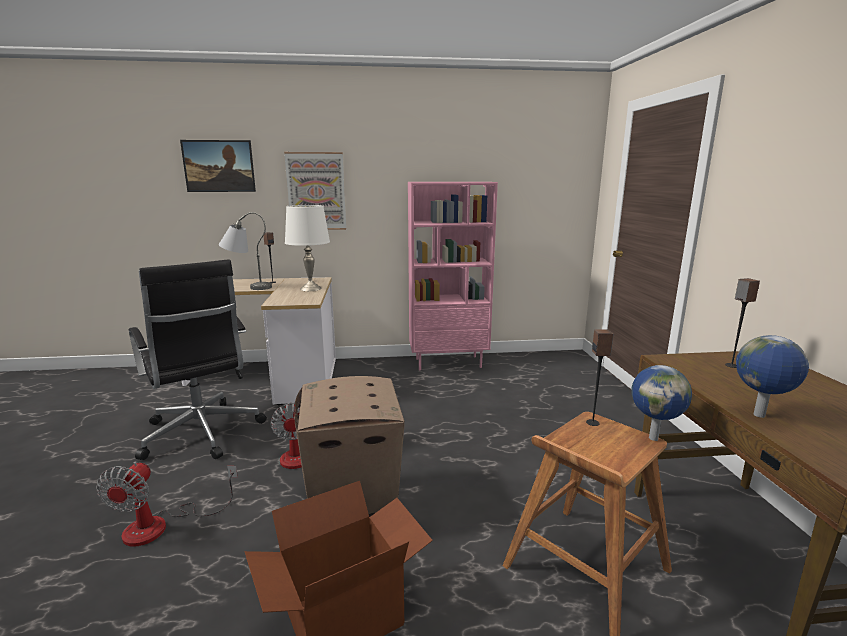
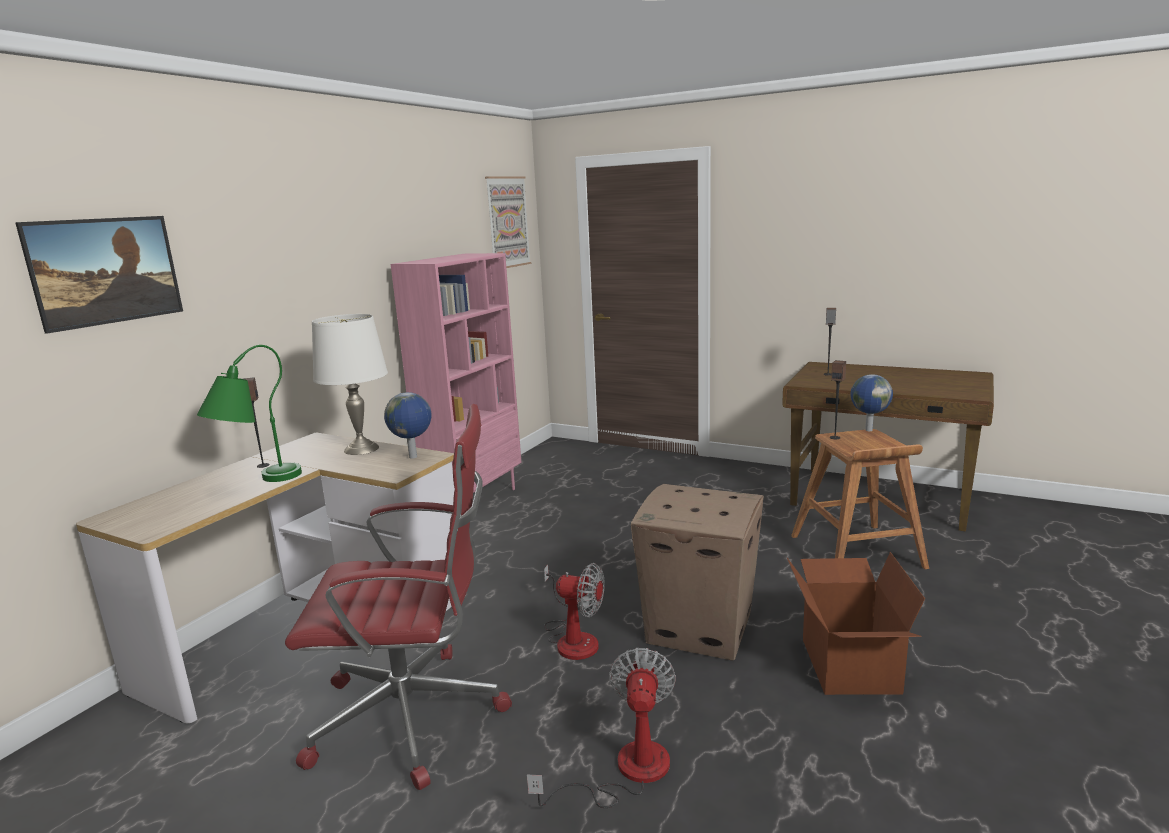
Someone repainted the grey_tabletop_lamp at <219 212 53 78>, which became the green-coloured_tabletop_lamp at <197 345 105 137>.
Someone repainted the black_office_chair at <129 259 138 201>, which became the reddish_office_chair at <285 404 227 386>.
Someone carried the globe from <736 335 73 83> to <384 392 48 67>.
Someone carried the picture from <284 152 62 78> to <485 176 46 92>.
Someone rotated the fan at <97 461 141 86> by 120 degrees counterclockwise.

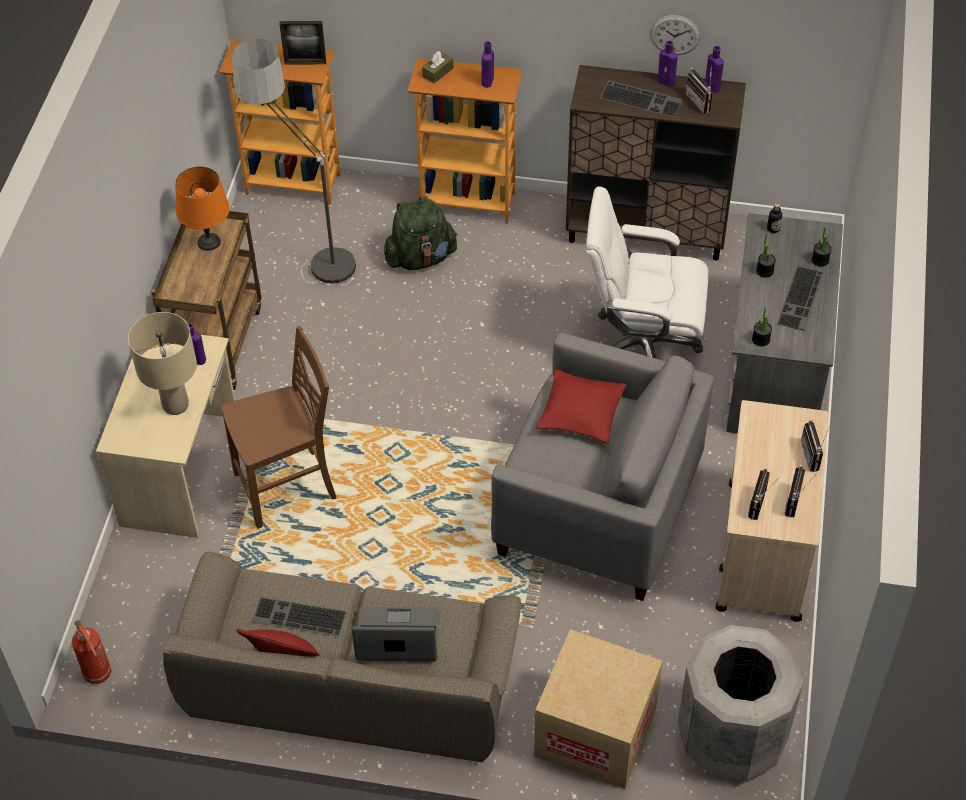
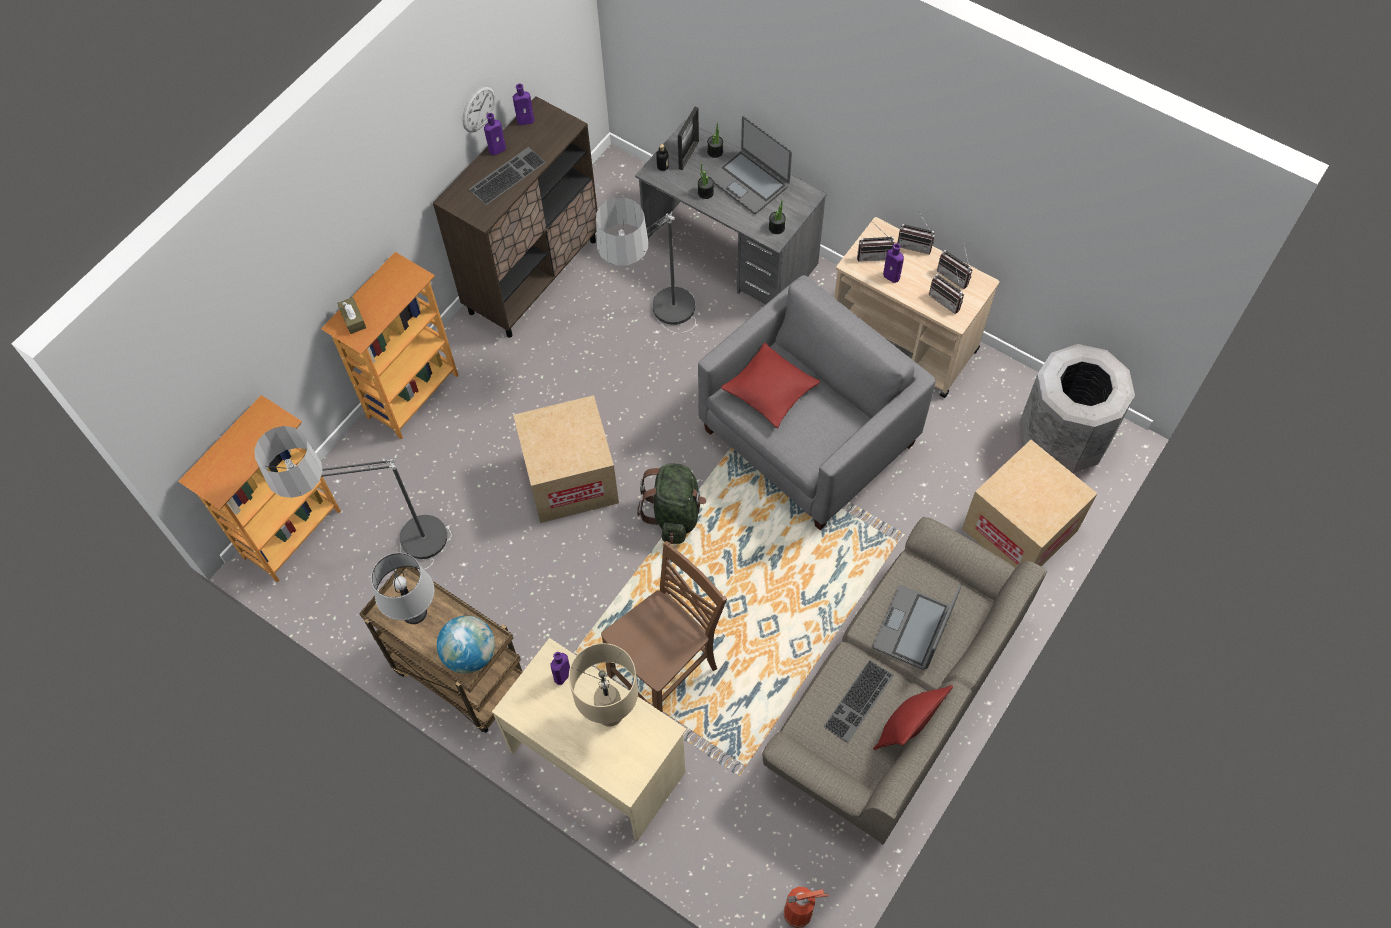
Someone repainted the orange_tabletop_lamp at <175 166 55 85>, which became the grey_tabletop_lamp at <371 553 64 71>.
Someone put down the globe at <437 616 58 58>.
Someone put down the packing_box at <513 395 106 128>.
Someone swapped the whitish_office_chair at <586 186 122 173> for the floor_lamp at <596 198 100 136>.
Someone rotated the brown_chair at <222 326 114 203> by 45 degrees clockwise.
Someone carried the green-coloured_rucksack from <384 196 74 74> to <637 463 69 81>.
Someone carried the standing_frame from <280 21 46 44> to <678 107 21 63>.
Someone swapped the keyboard at <777 266 47 65> for the notebook_computer at <708 116 84 98>.
Someone carried the radio from <685 64 28 50> to <857 223 37 39>.
Someone carried the purplish_beverage_bottle from <482 41 12 47> to <883 244 21 39>.

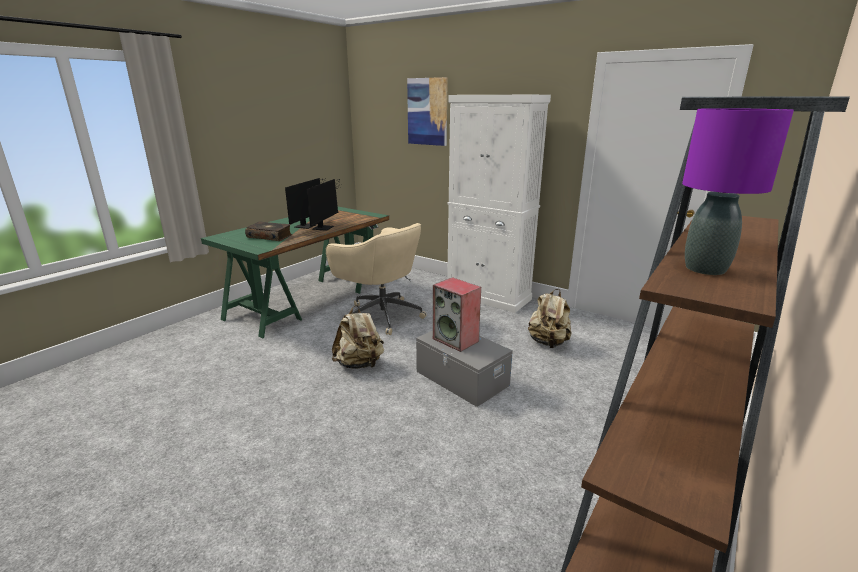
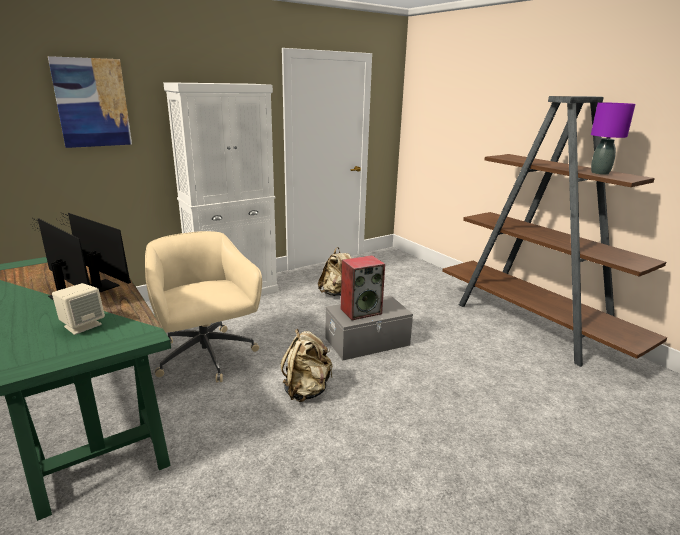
Someone swapped the book at <245 221 47 20> for the beige_loudspeaker at <52 283 53 52>.
Someone rotated the beige_office_chair at <326 223 101 112> by 90 degrees counterclockwise.

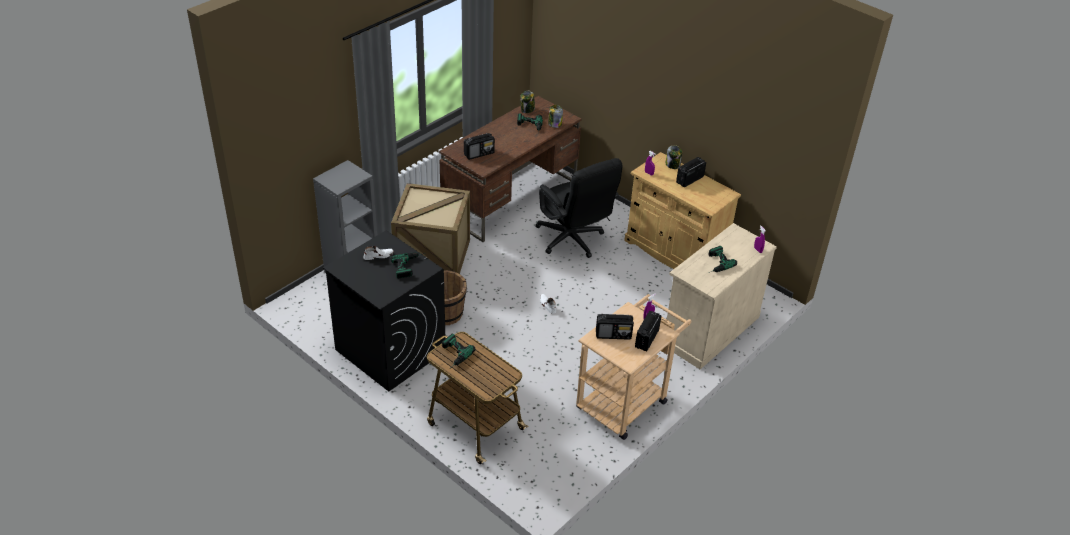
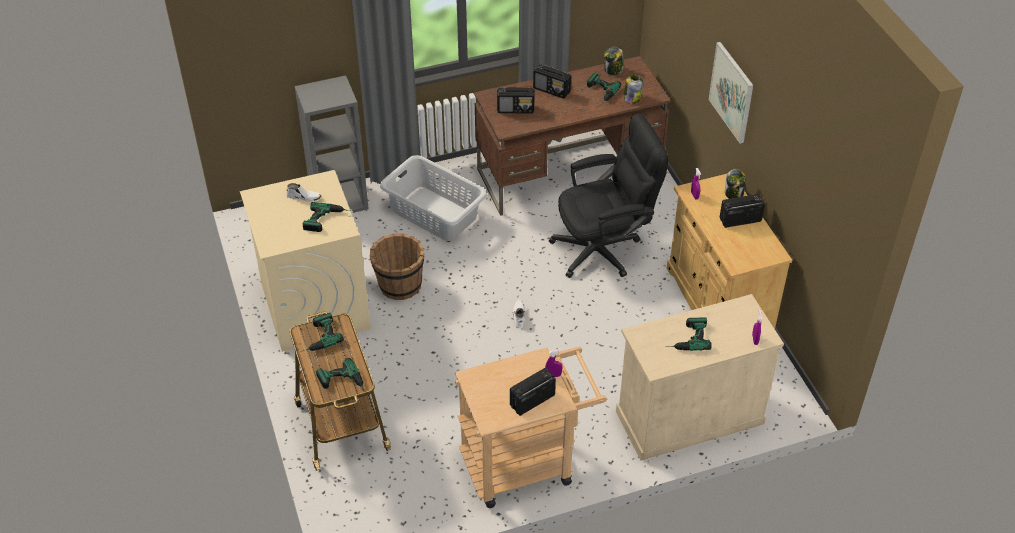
Someone repainted the black_laundry_appliance at <323 230 122 162>, which became the beige_laundry_appliance at <240 170 131 182>.
Someone put down the drill at <316 358 49 33>.
Someone swapped the shipping_crate at <391 183 79 91> for the grey_washing_basket at <380 155 107 86>.
Someone carried the radio from <596 313 38 27> to <533 64 38 35>.
Someone rotated the black_office_chair at <535 158 87 100> by 105 degrees counterclockwise.
Someone put up the picture at <709 42 44 102>.

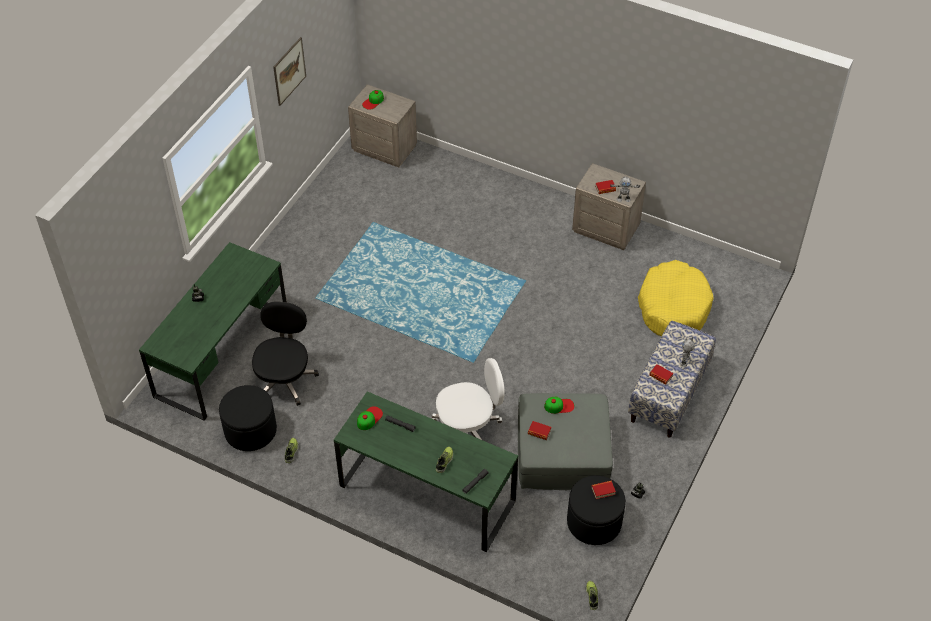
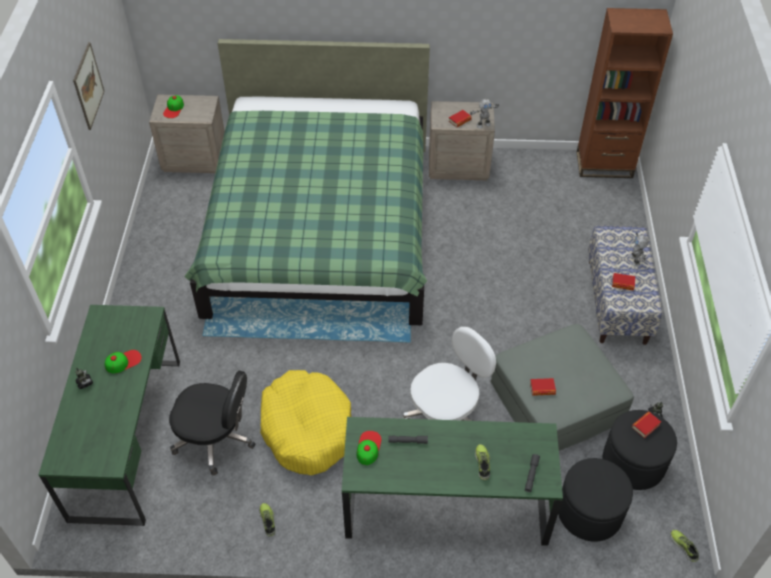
Someone carried the cap from <544 396 30 18> to <105 350 37 23>.
Someone rotated the black_office_chair at <252 301 67 105> by 120 degrees clockwise.
Someone put down the green-coloured_bedroom_bed at <184 39 246 286>.
Someone carried the yellow_dog_bed from <638 260 76 76> to <260 370 91 105>.
Someone carried the black_ottoman from <219 385 58 66> to <558 458 75 84>.
Someone put down the brown_bookcase at <577 8 96 170>.

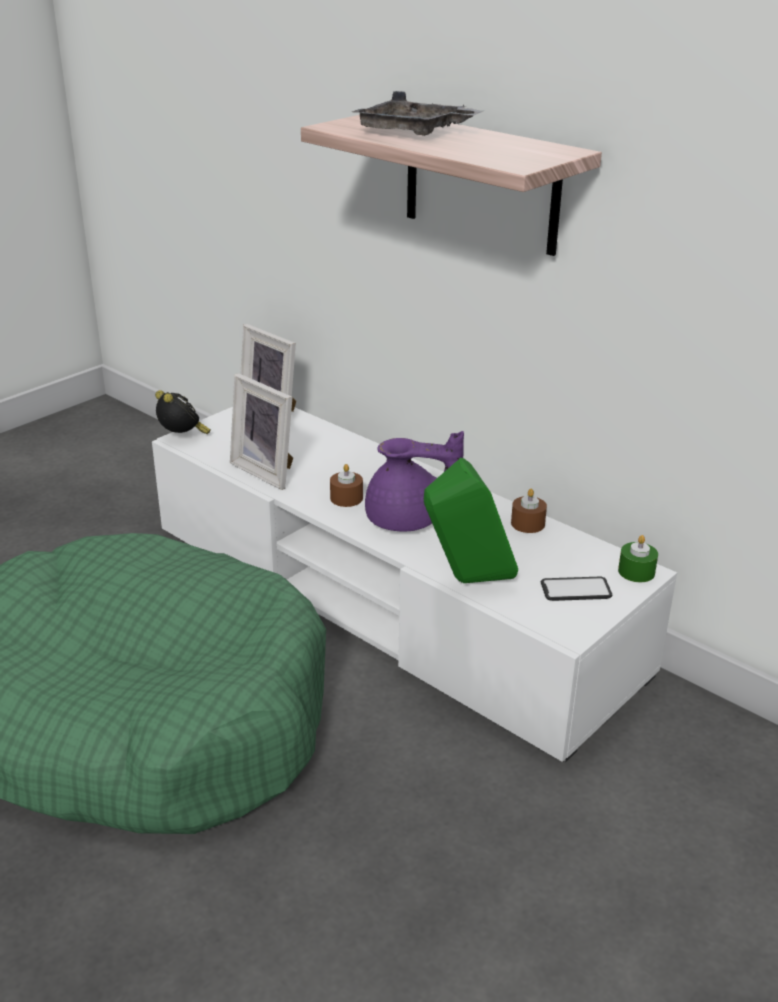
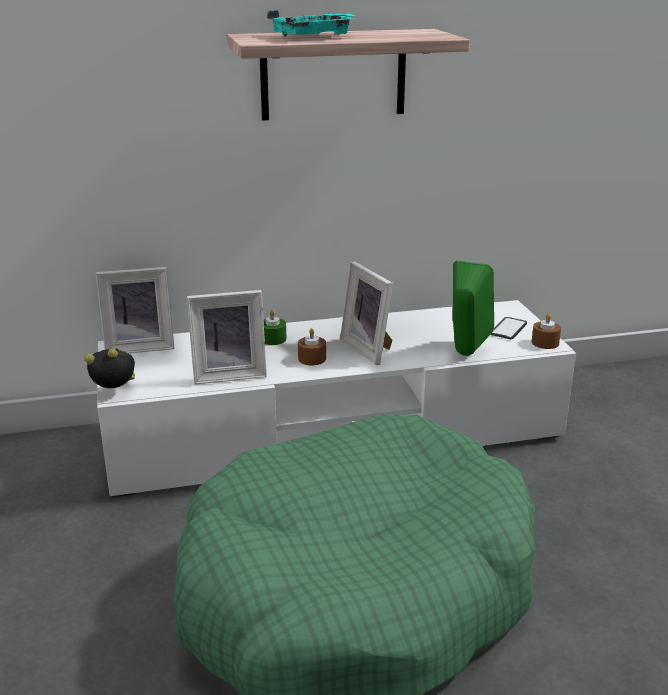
Someone carried the green-coloured_wax_light from <618 535 40 47> to <263 310 24 35>.
Someone repainted the grey_tray at <352 91 132 45>, which became the turquoise_tray at <267 10 91 27>.
Someone swapped the purplish_teapot at <365 431 99 101> for the standing_frame at <340 262 53 103>.
Someone carried the brown_wax_light from <511 489 36 44> to <532 313 29 36>.

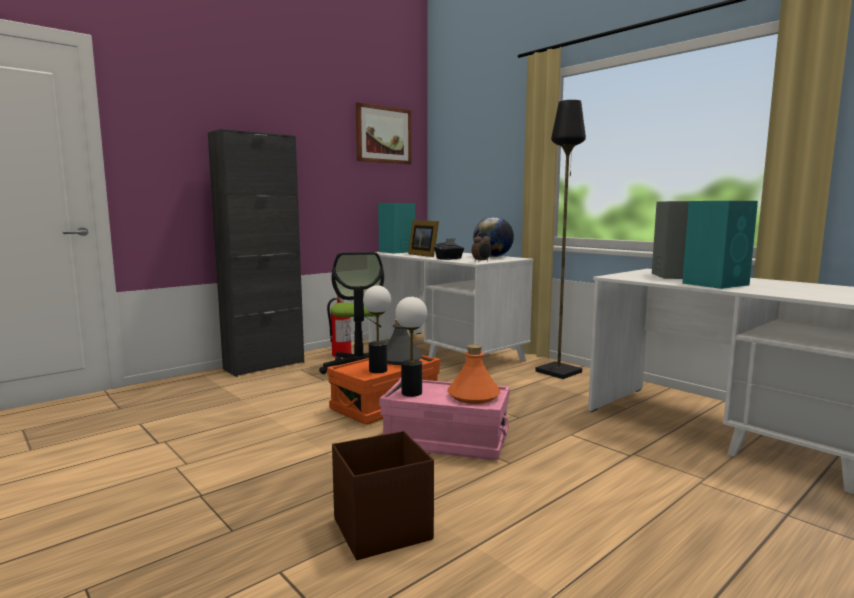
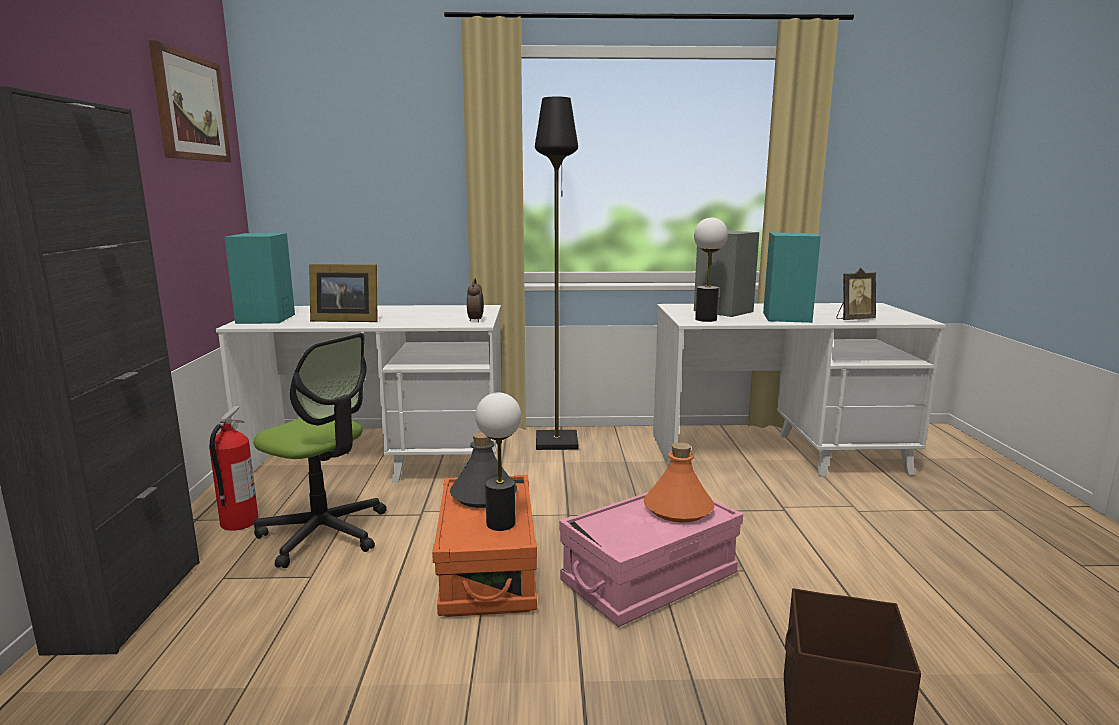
Someone carried the tabletop_lamp from <395 297 32 100> to <694 218 34 104>.
Someone put down the standing_frame at <836 268 40 52>.
Someone took away the black_box_of_tissues at <434 238 30 22>.
Someone took away the globe at <473 217 41 40>.

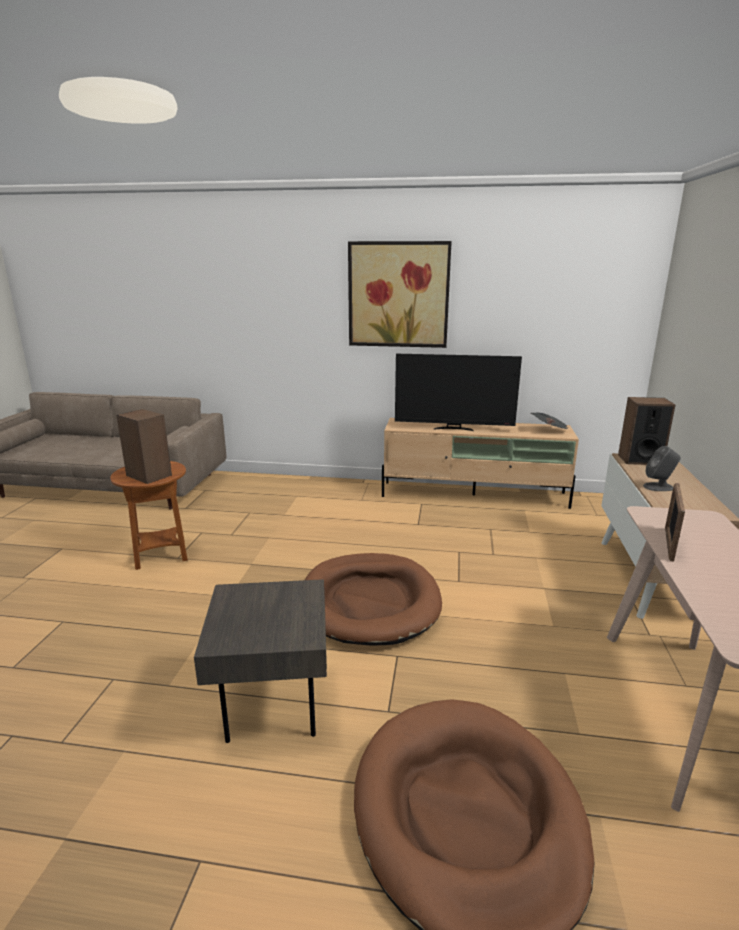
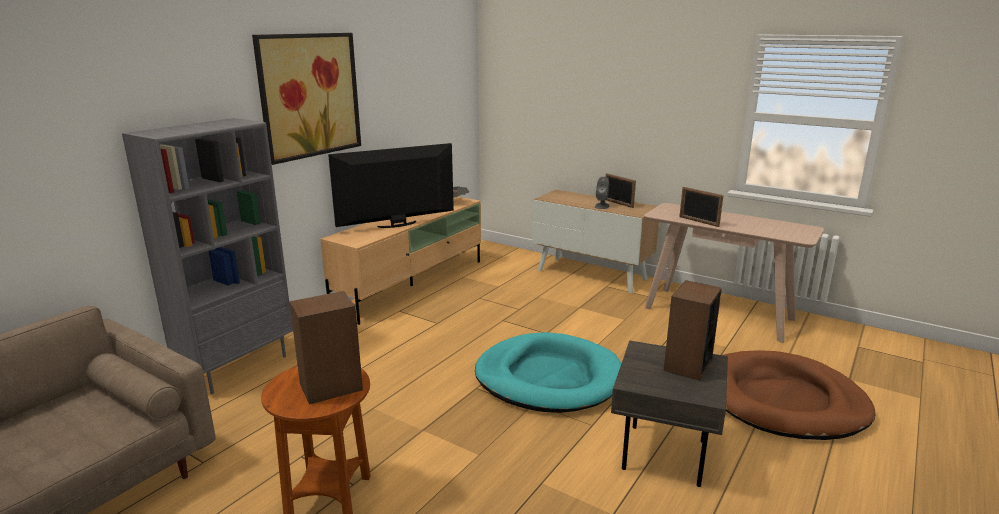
Someone put down the grey_bookcase at <122 118 171 276>.
Someone rotated the TV at <395 354 127 77> by 150 degrees counterclockwise.
Someone repainted the brown_dog_bed at <305 553 137 93>, which became the turquoise_dog_bed at <475 332 147 81>.
Someone put down the standing_frame at <606 174 30 34>.
Someone carried the loudspeaker from <618 397 57 68> to <664 280 58 101>.

